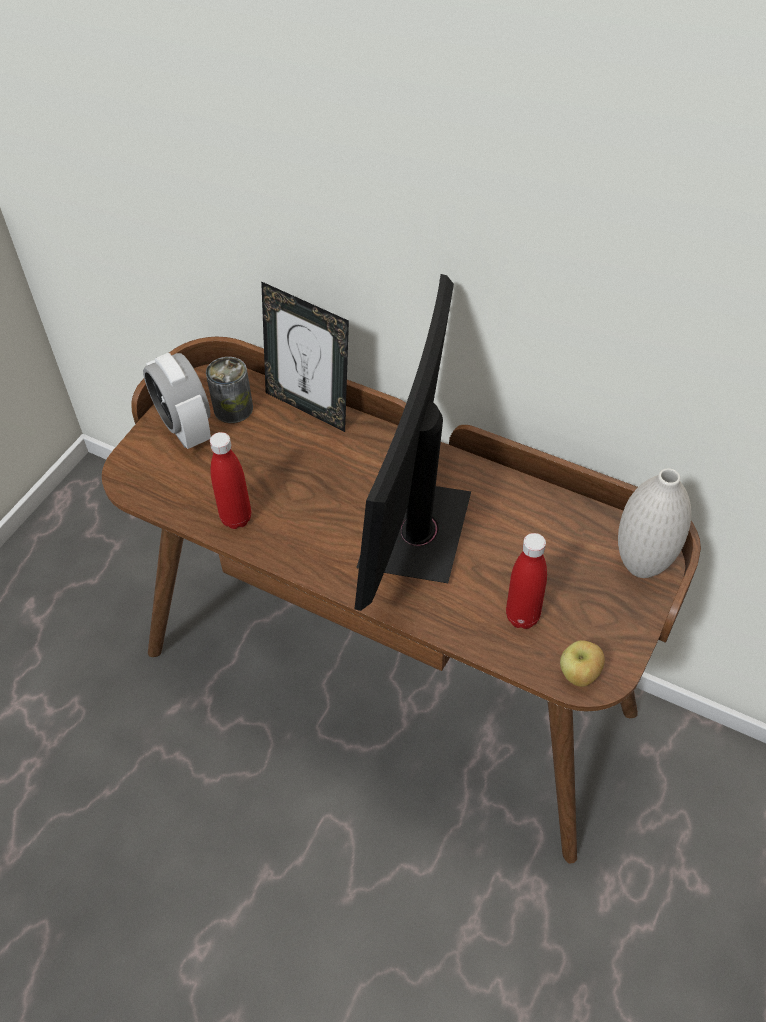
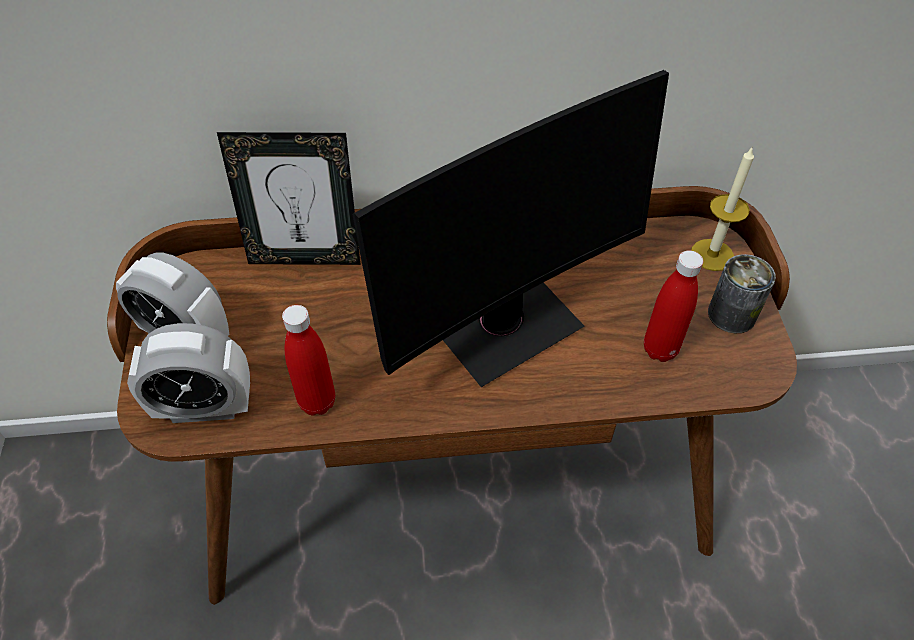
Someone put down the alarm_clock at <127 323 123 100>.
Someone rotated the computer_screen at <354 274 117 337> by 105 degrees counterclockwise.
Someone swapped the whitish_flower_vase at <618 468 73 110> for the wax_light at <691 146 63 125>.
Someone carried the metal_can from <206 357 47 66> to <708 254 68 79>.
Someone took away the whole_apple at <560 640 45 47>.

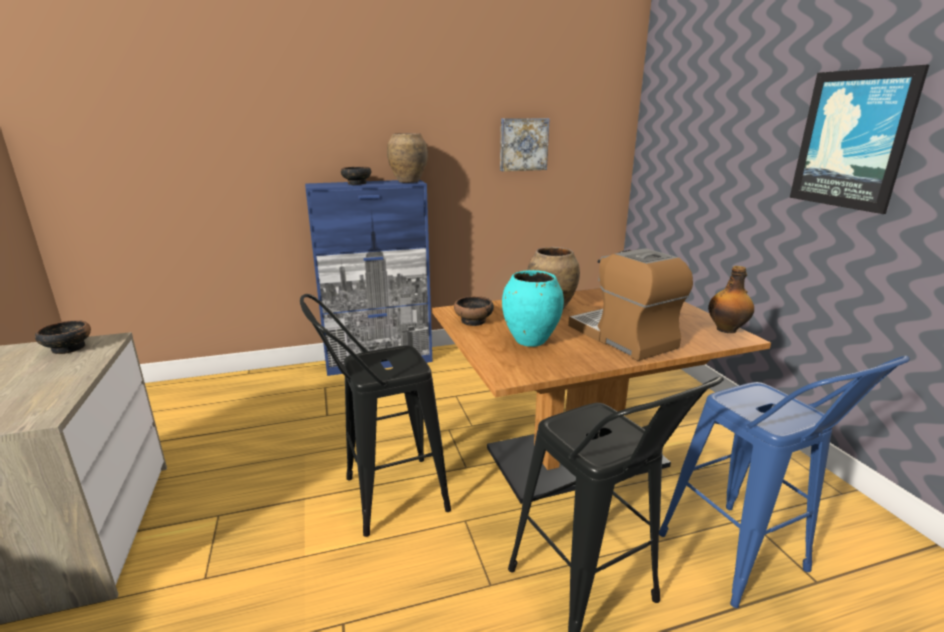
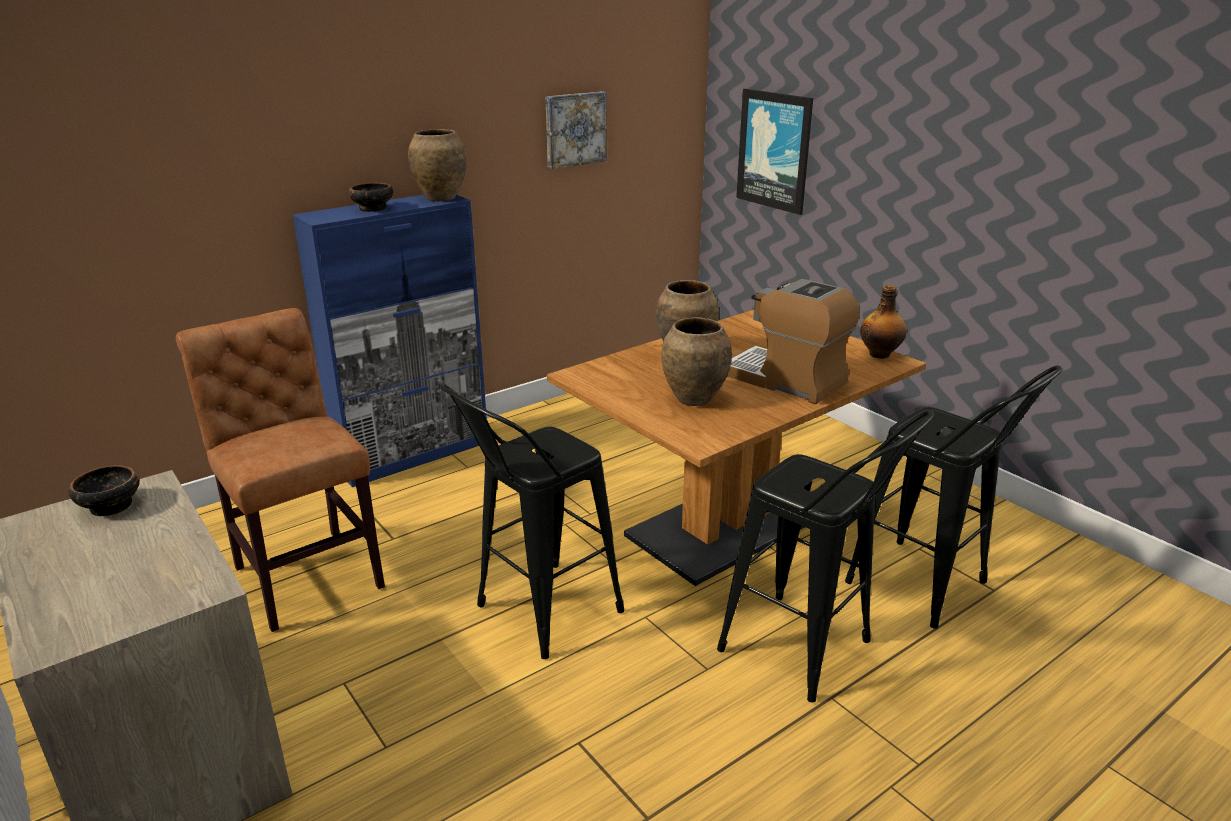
Someone put down the brown_chair at <176 308 209 324>.
Someone repainted the turquoise_flower_vase at <502 270 62 77>, which became the brown_flower_vase at <661 317 71 89>.
Someone carried the picture from <790 65 139 149> to <736 89 77 126>.
Someone repainted the bluish_stool at <659 356 251 252>, which became the black_stool at <845 365 217 264>.
Someone took away the serving_bowl at <454 296 40 30>.

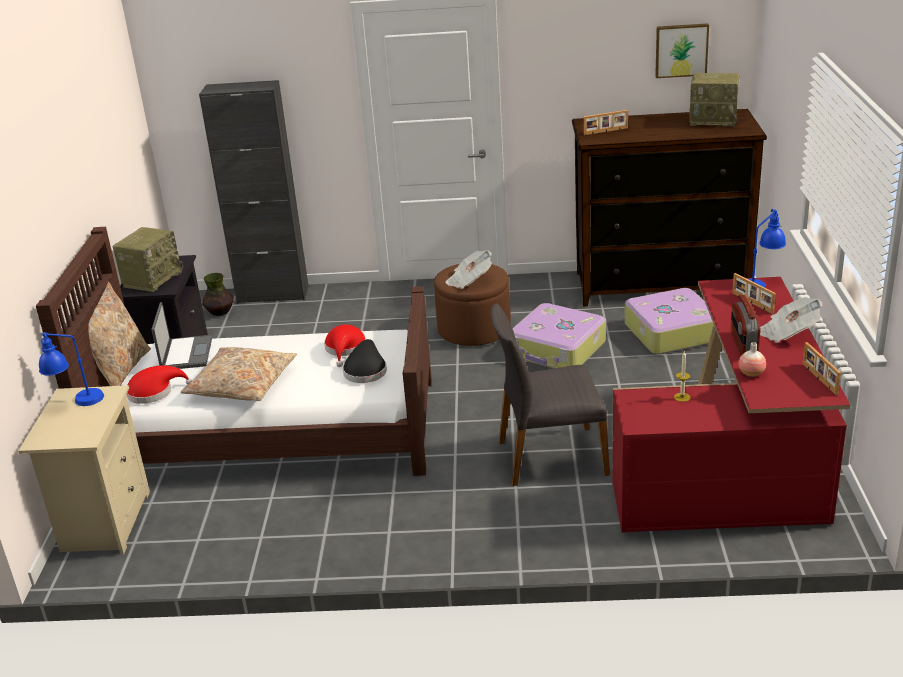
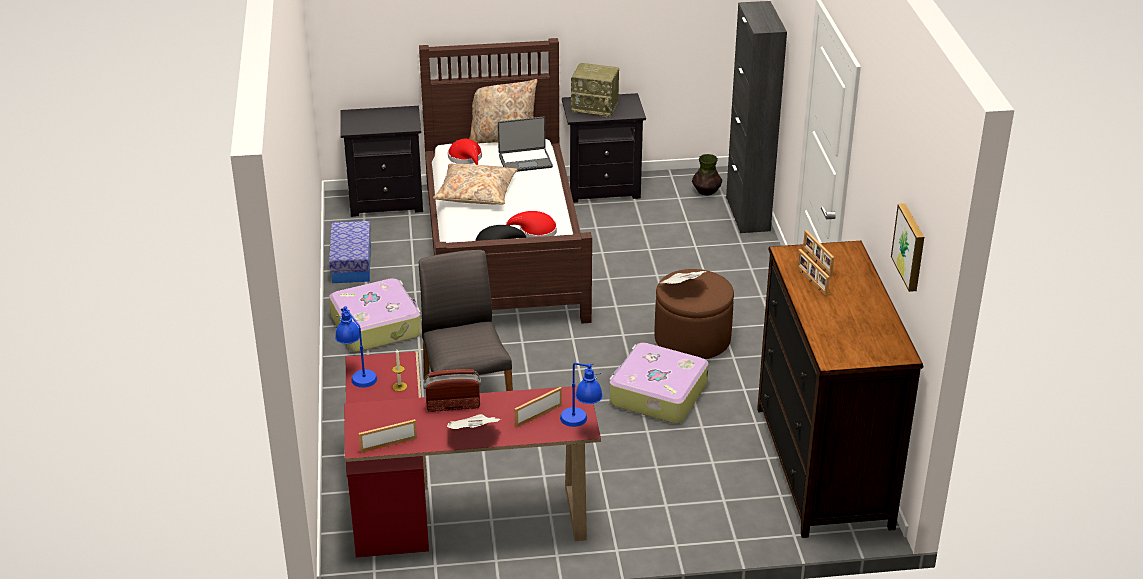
Someone put down the storage_container at <329 221 42 62>.
Someone carried the piece_of_luggage from <624 288 90 66> to <329 278 92 74>.
Someone carried the bluish_tabletop_lamp from <39 332 65 74> to <335 306 42 82>.
Someone repainted the beige_nightstand at <18 385 132 170>, which became the black_nightstand at <340 106 83 111>.
Someone put down the standing_frame at <797 249 33 47>.
Someone took away the radio at <689 73 51 54>.
Someone took away the flower_vase at <739 342 27 35>.

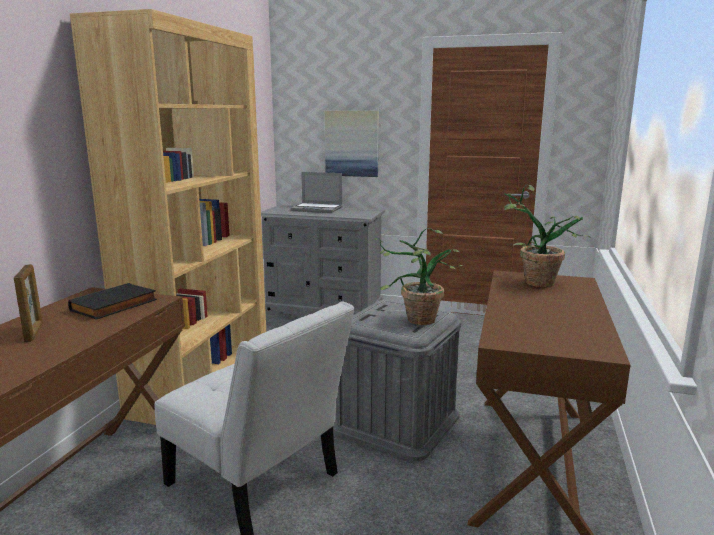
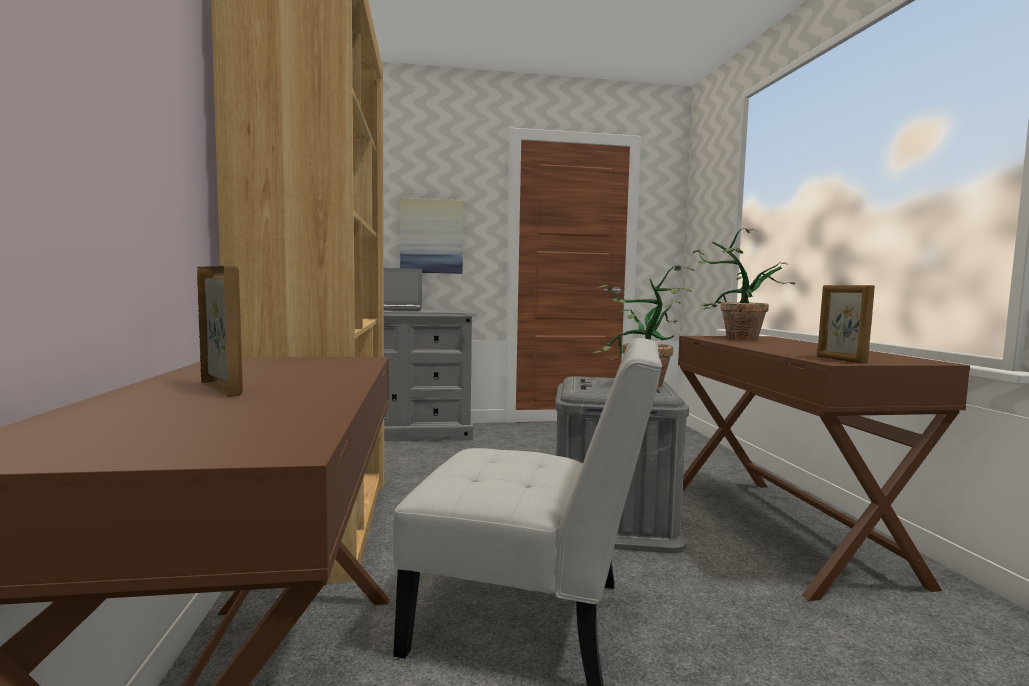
Someone put down the standing_frame at <817 285 58 78>.
Someone took away the black_book at <68 283 89 36>.

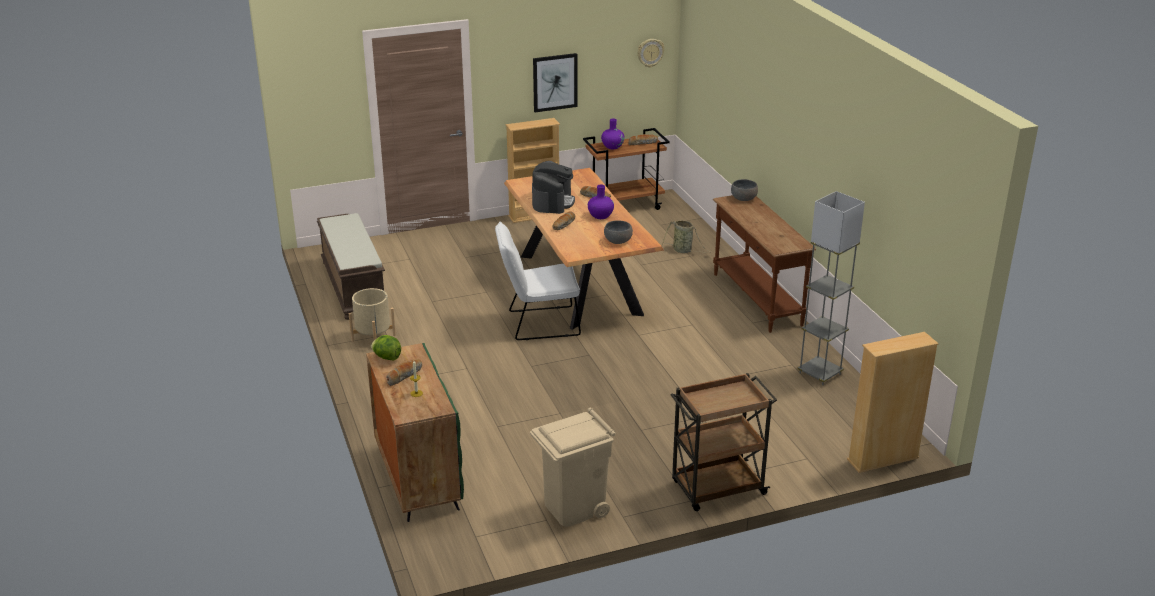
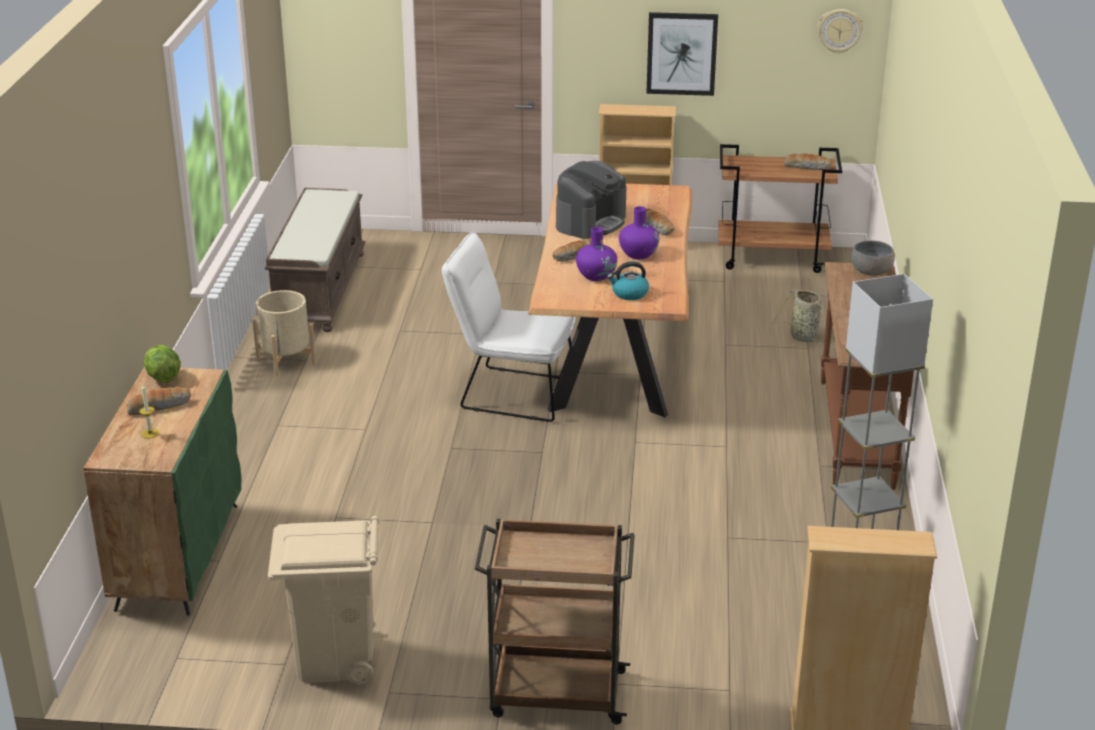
Someone carried the purplish_flower_vase from <601 119 24 30> to <576 227 41 54>.
Someone swapped the grey_serving_bowl at <604 220 29 24> for the kettle at <607 261 42 39>.

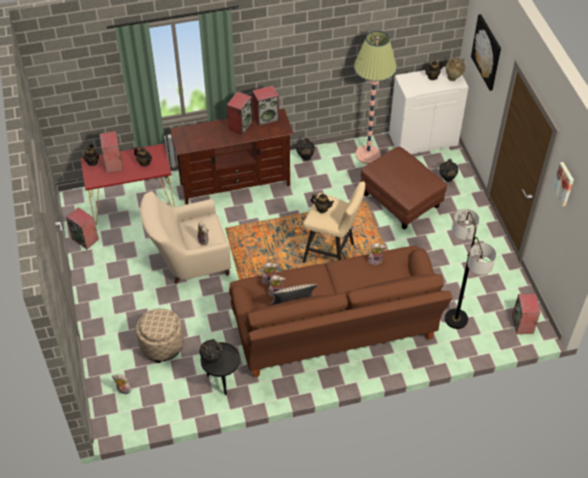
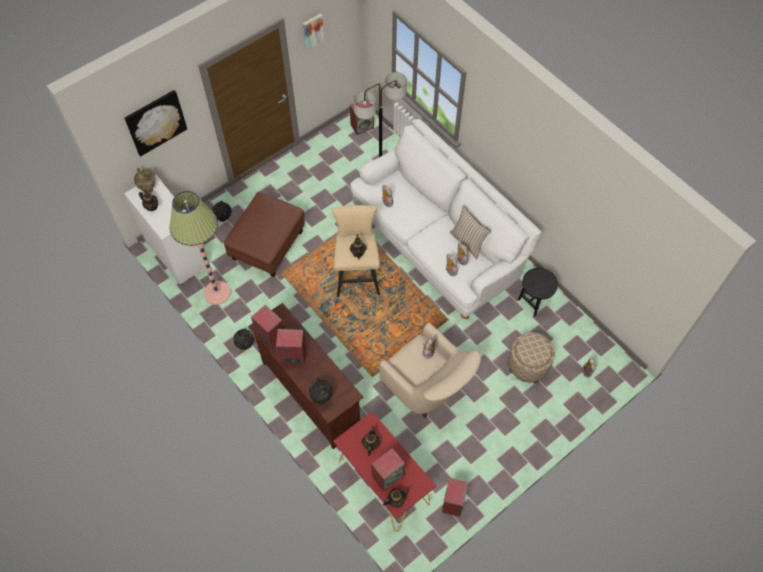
Someone carried the black_flower_vase from <199 339 24 25> to <309 378 24 27>.
Someone repainted the brown_settee at <229 246 223 131>, which became the whitish_settee at <351 119 191 200>.

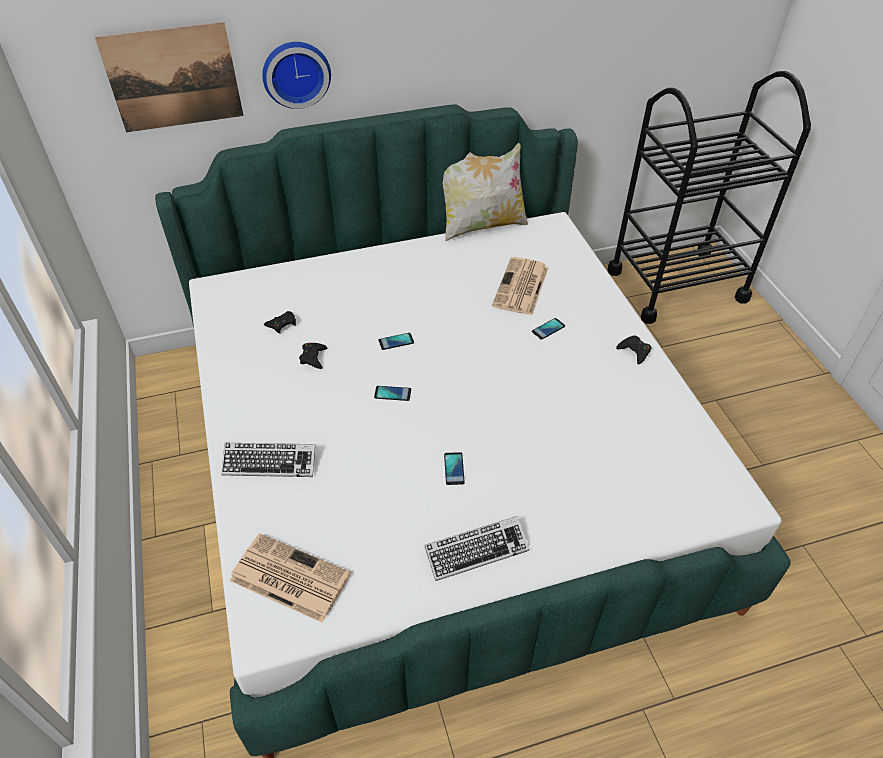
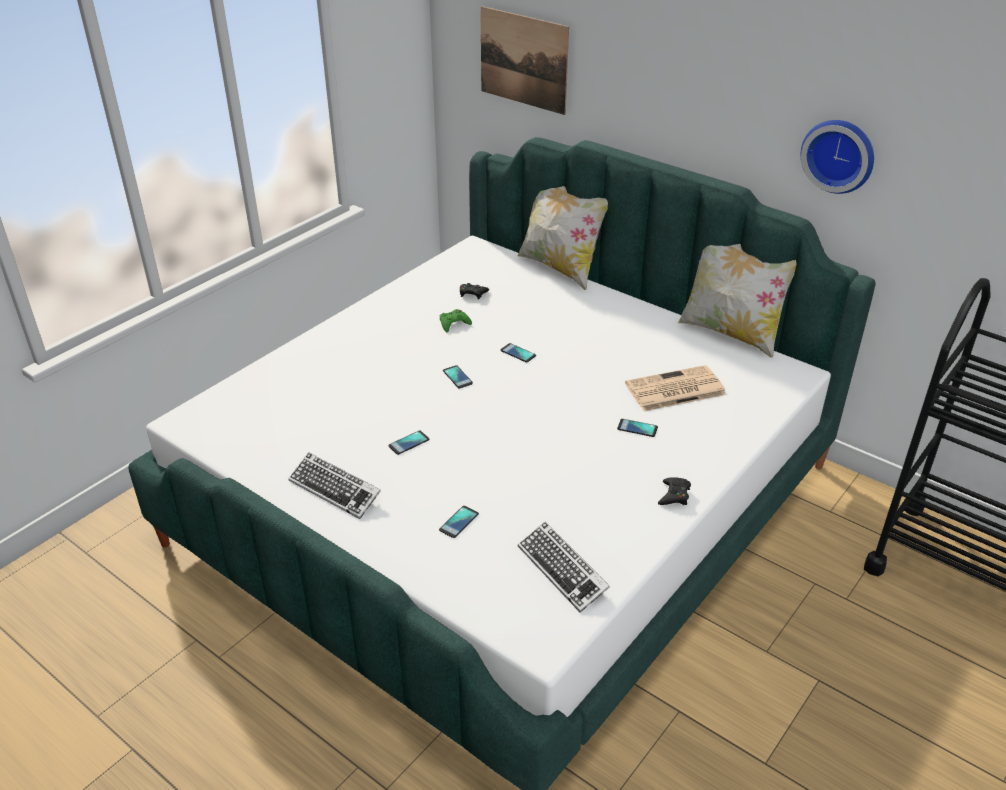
Someone put down the handset at <439 506 40 32>.
Someone repainted the black_gamepad at <299 343 28 26>, which became the green-coloured_gamepad at <440 309 32 23>.
Someone put down the throw_pillow at <518 186 90 104>.
Someone carried the keyboard from <221 443 95 34> to <518 521 92 91>.
Someone carried the hanging_clock from <262 42 69 67> to <801 120 73 74>.
Someone took away the daily_paper at <229 534 122 89>.

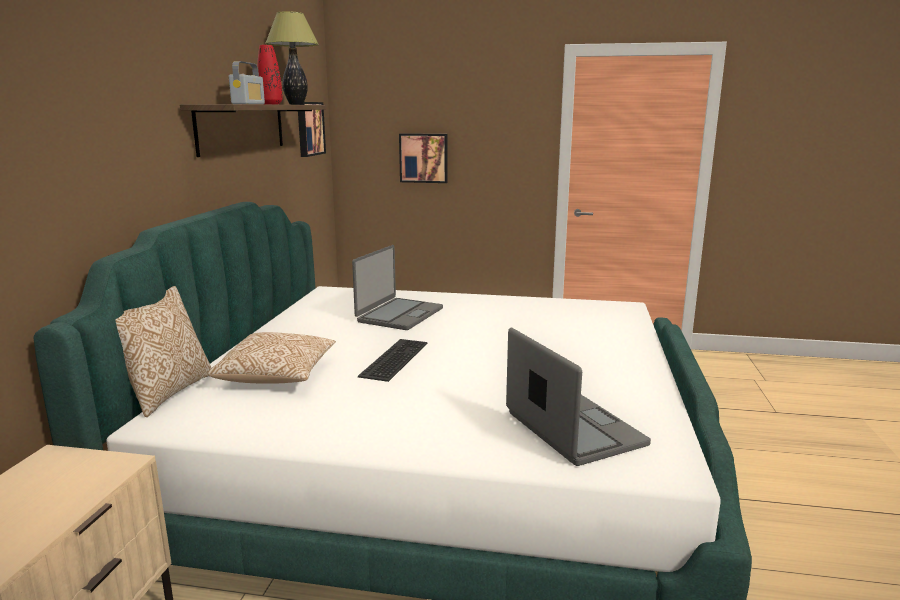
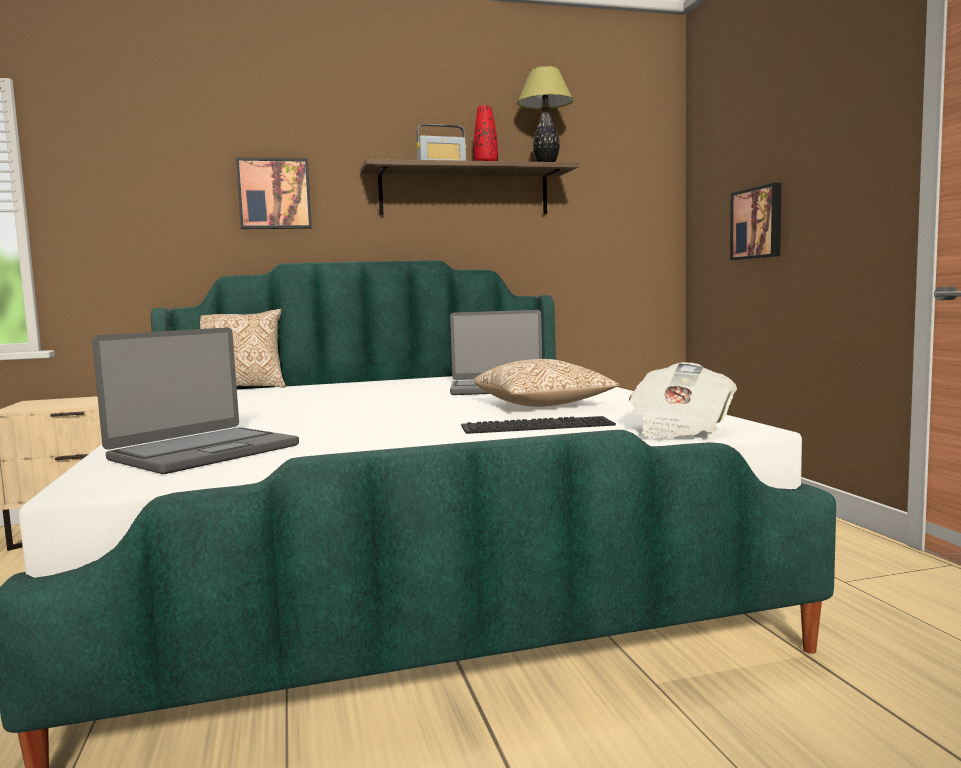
Someone carried the picture from <298 102 28 55> to <236 157 76 72>.
Someone carried the keyboard from <358 339 69 43> to <461 416 155 18>.
Someone carried the throw_pillow from <208 332 128 52> to <474 359 145 48>.
Someone put down the daily_paper at <629 362 108 77>.

